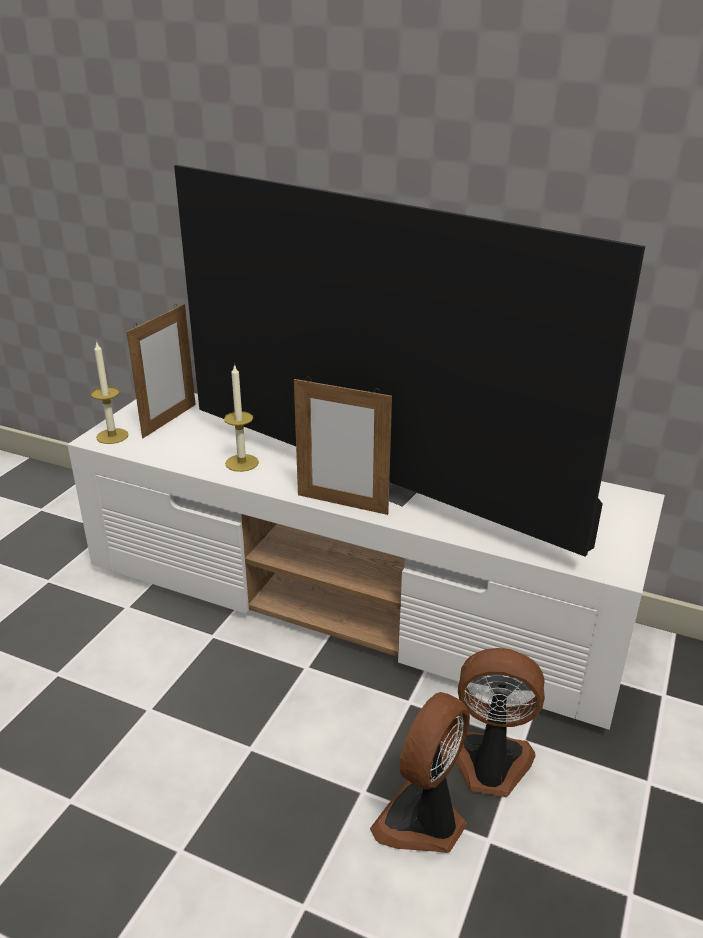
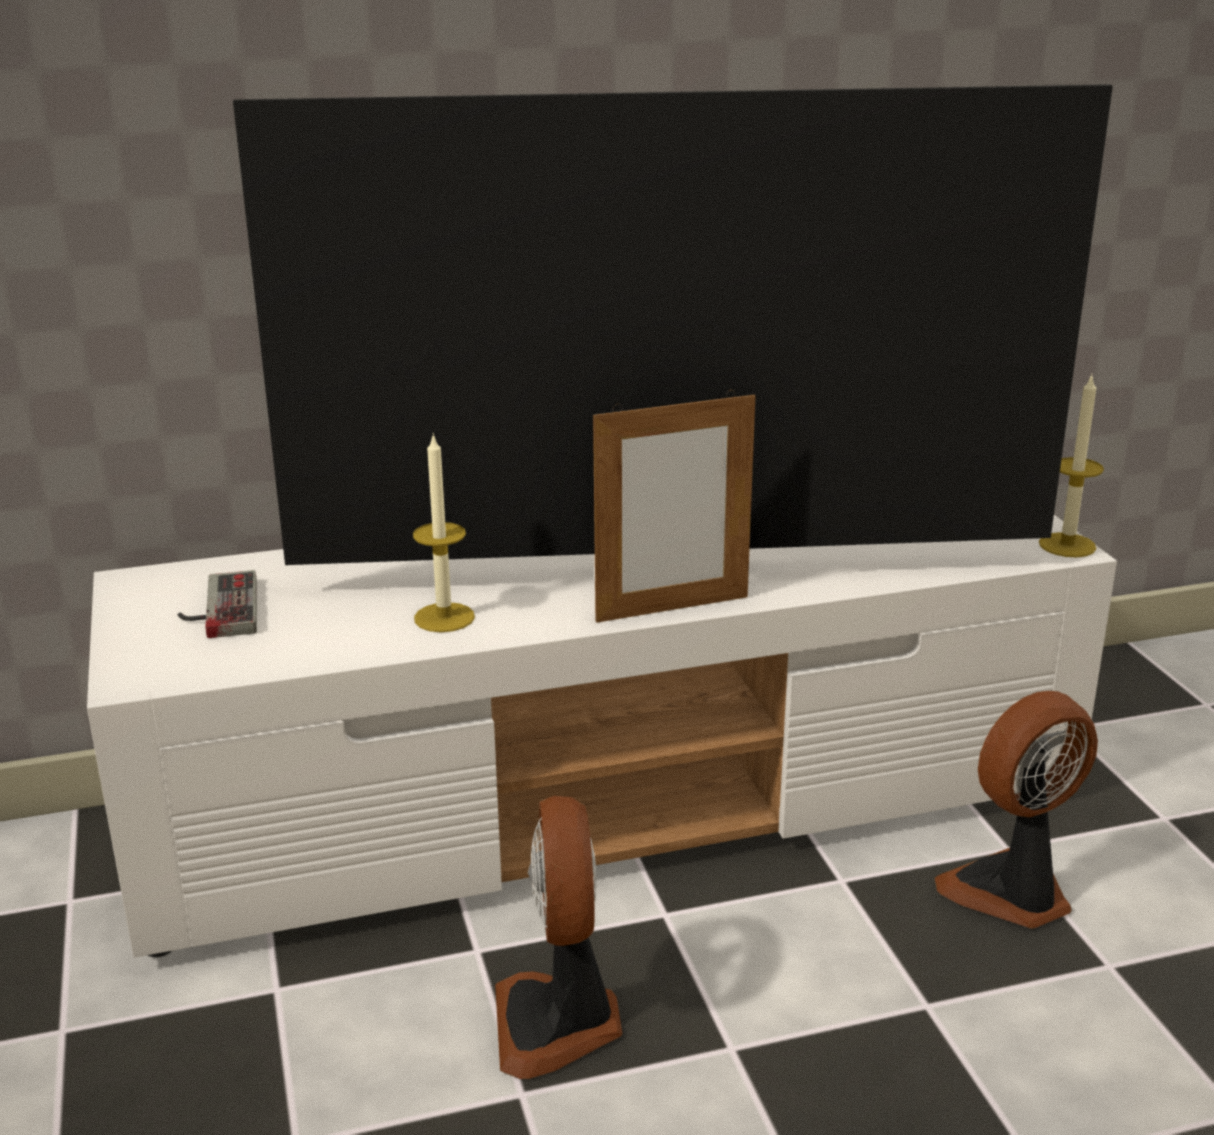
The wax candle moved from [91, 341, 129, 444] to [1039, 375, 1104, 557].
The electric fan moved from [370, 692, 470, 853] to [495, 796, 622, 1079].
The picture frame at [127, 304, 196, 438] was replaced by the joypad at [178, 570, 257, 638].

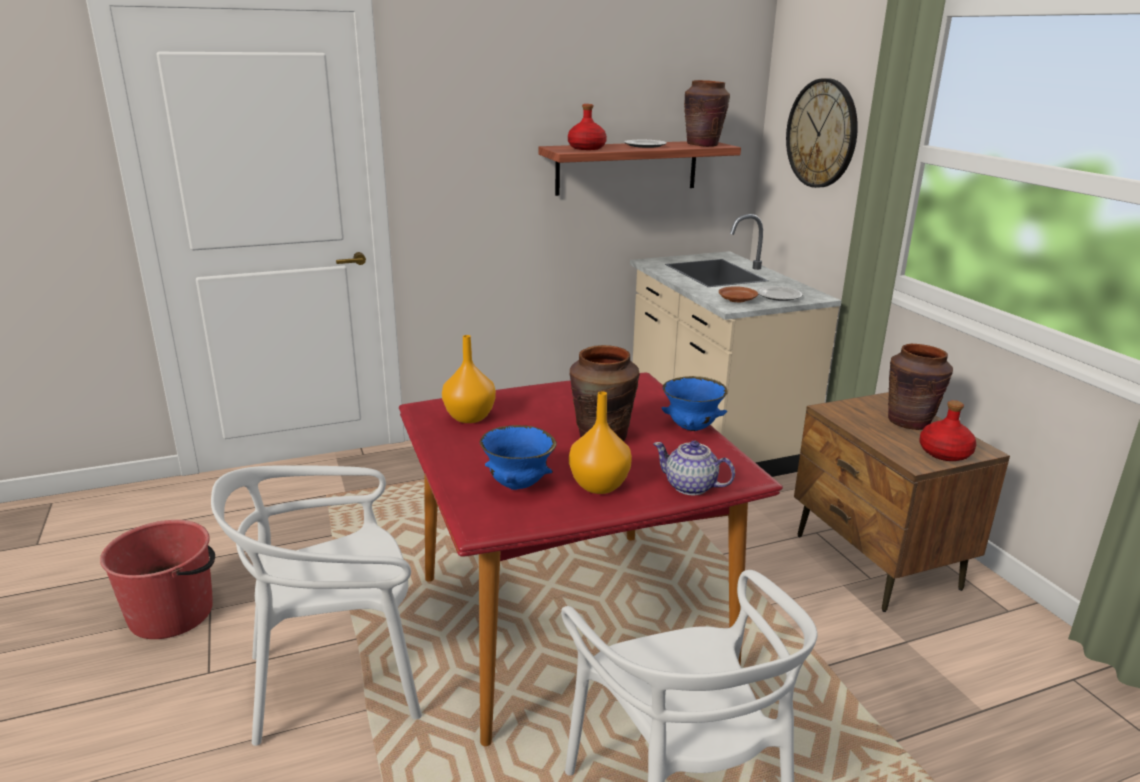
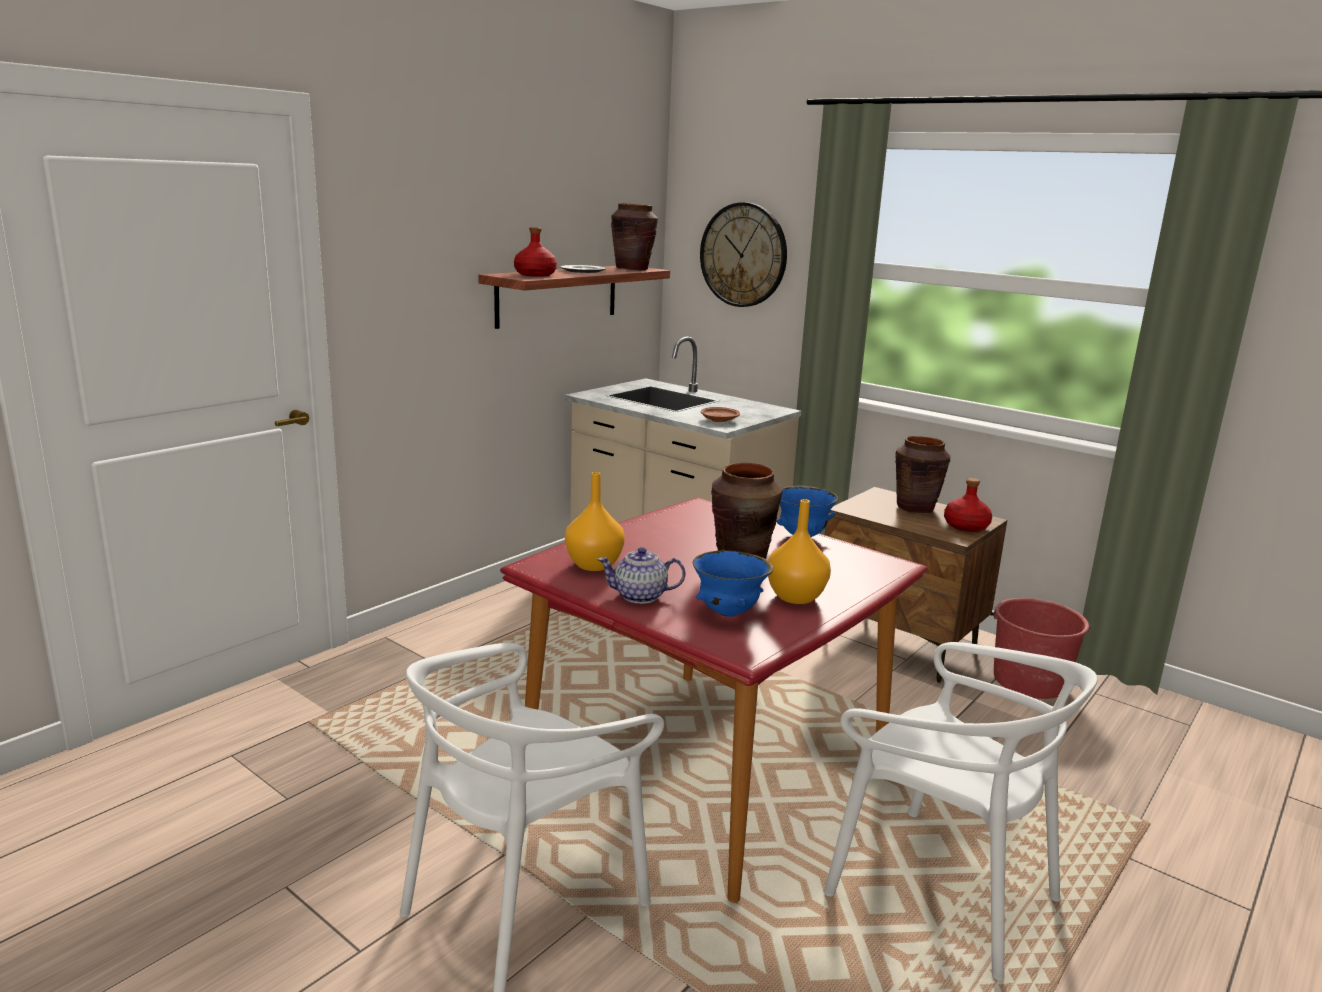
The plate at [756, 286, 802, 301] disappeared.
The red-coloured water bucket moved from [100, 520, 215, 639] to [990, 598, 1091, 699].
The tea pot moved from [653, 441, 735, 495] to [597, 547, 686, 604].

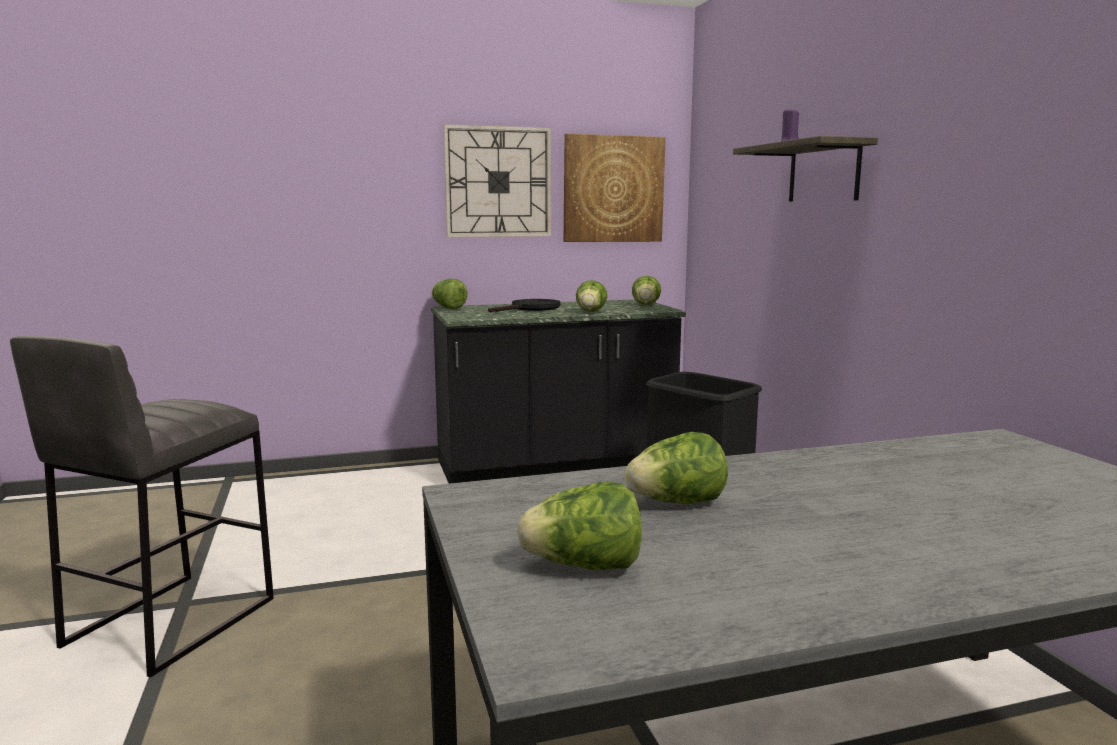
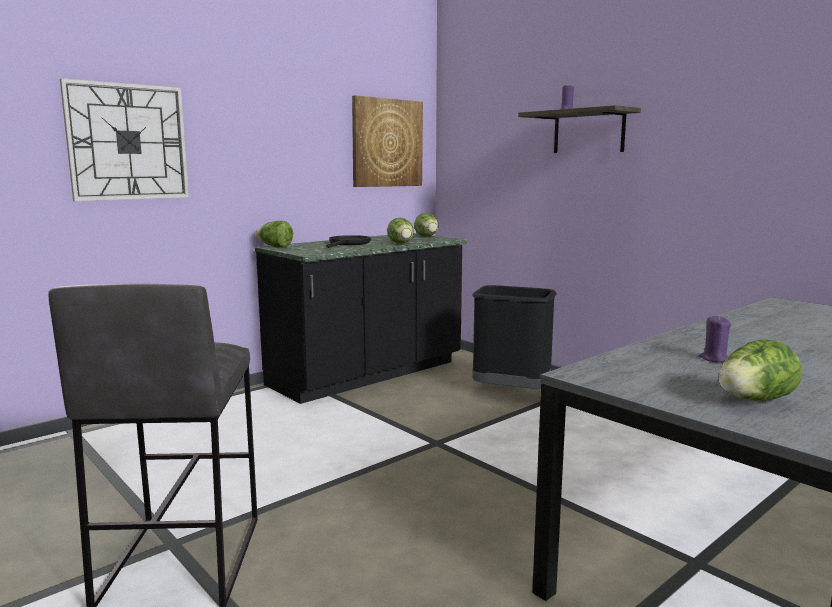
The clock on the wall moved from [443, 124, 551, 237] to [60, 78, 189, 201].
The lettuce at [624, 432, 728, 504] was replaced by the purple-coloured wax candle at [699, 316, 731, 363].

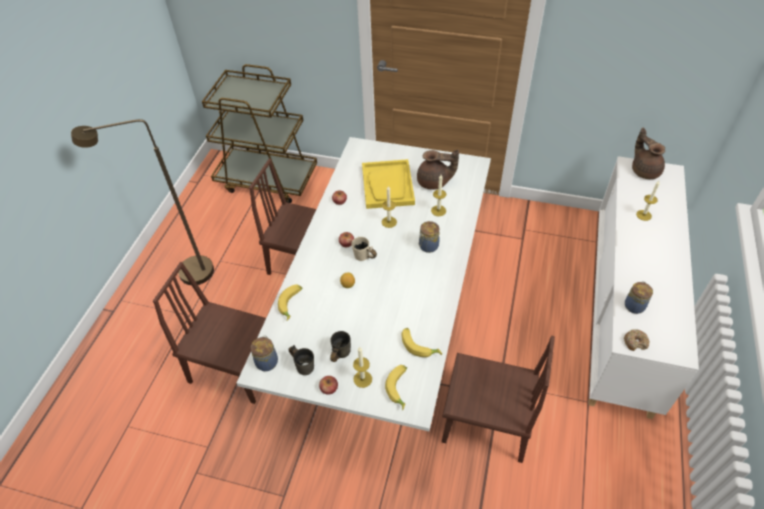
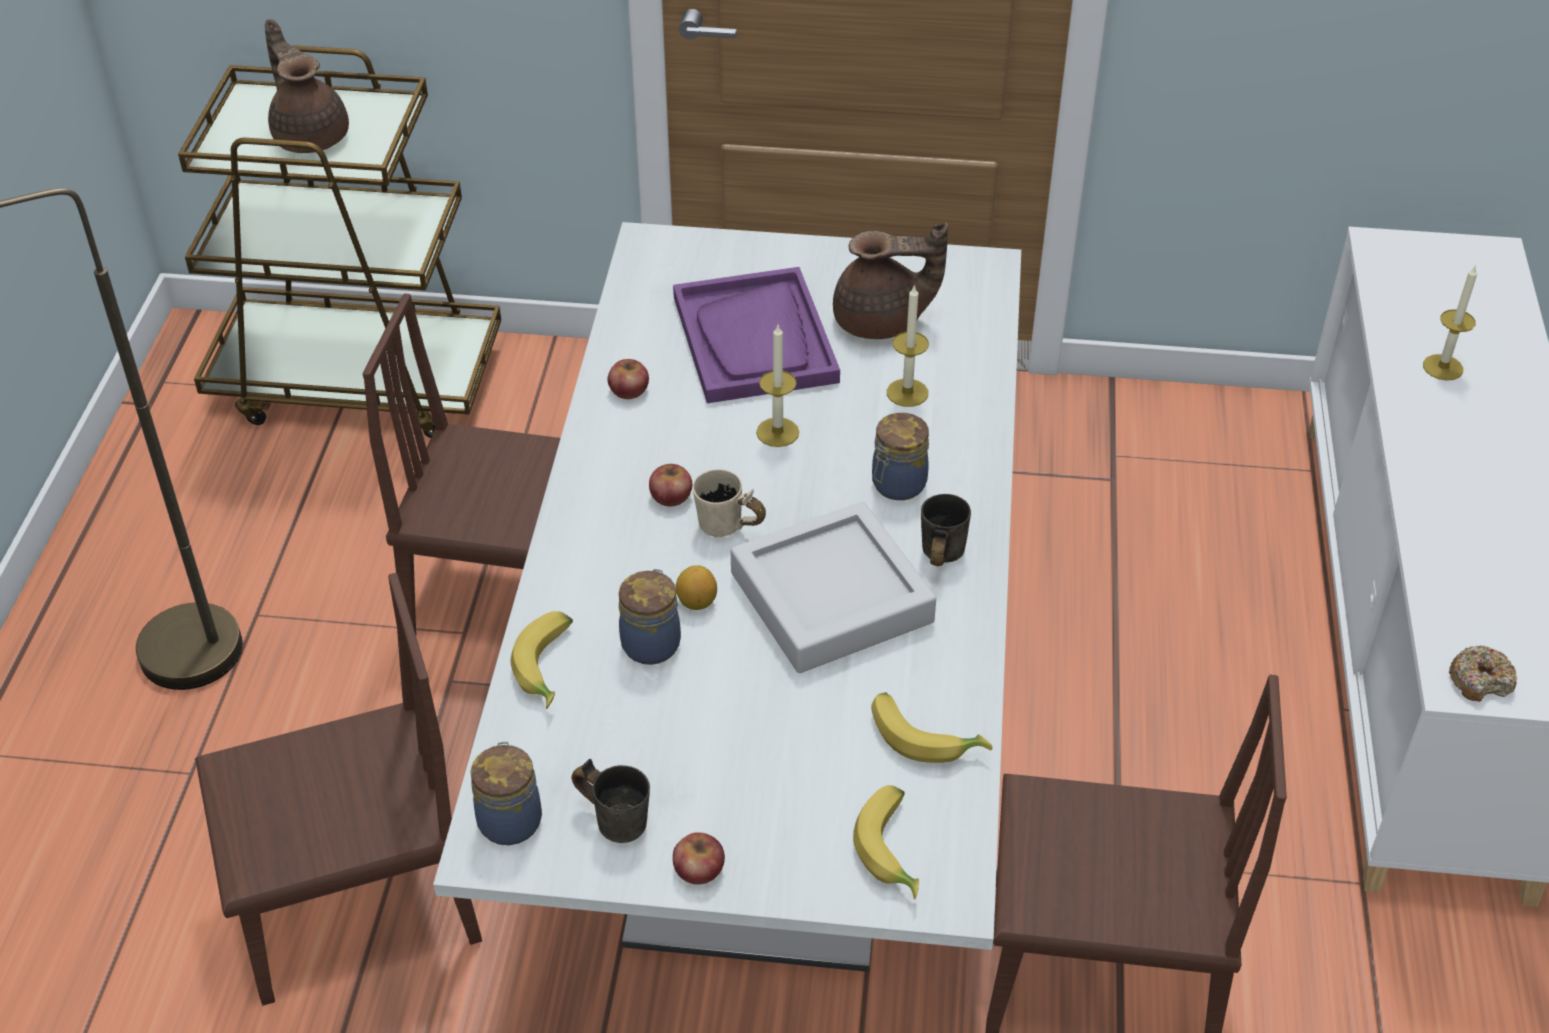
The wax candle at [353, 347, 372, 388] disappeared.
The grey tray at [731, 502, 936, 673] appeared.
The grey coffee mug moved from [330, 331, 351, 362] to [921, 494, 971, 566].
The storage jar moved from [625, 281, 653, 314] to [619, 569, 681, 665].
The brown tea pot moved from [632, 128, 665, 179] to [265, 19, 349, 153].
The yellow-coloured tray at [362, 159, 415, 209] became the purple-coloured tray at [673, 267, 840, 403].
The brown chair at [153, 262, 266, 404] turned 150 degrees clockwise.

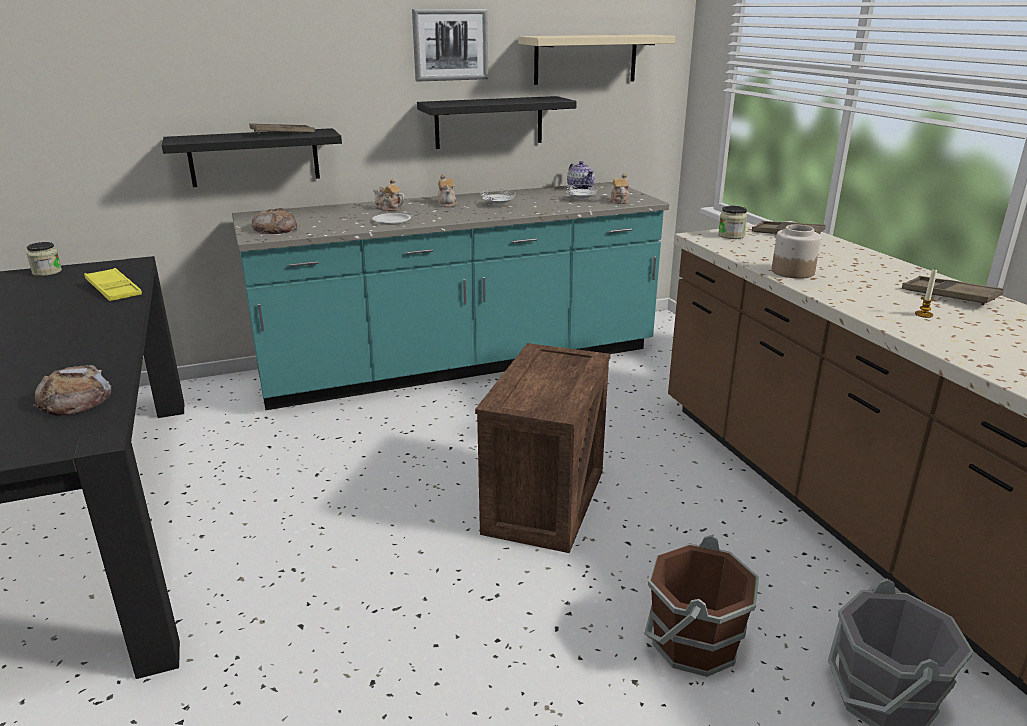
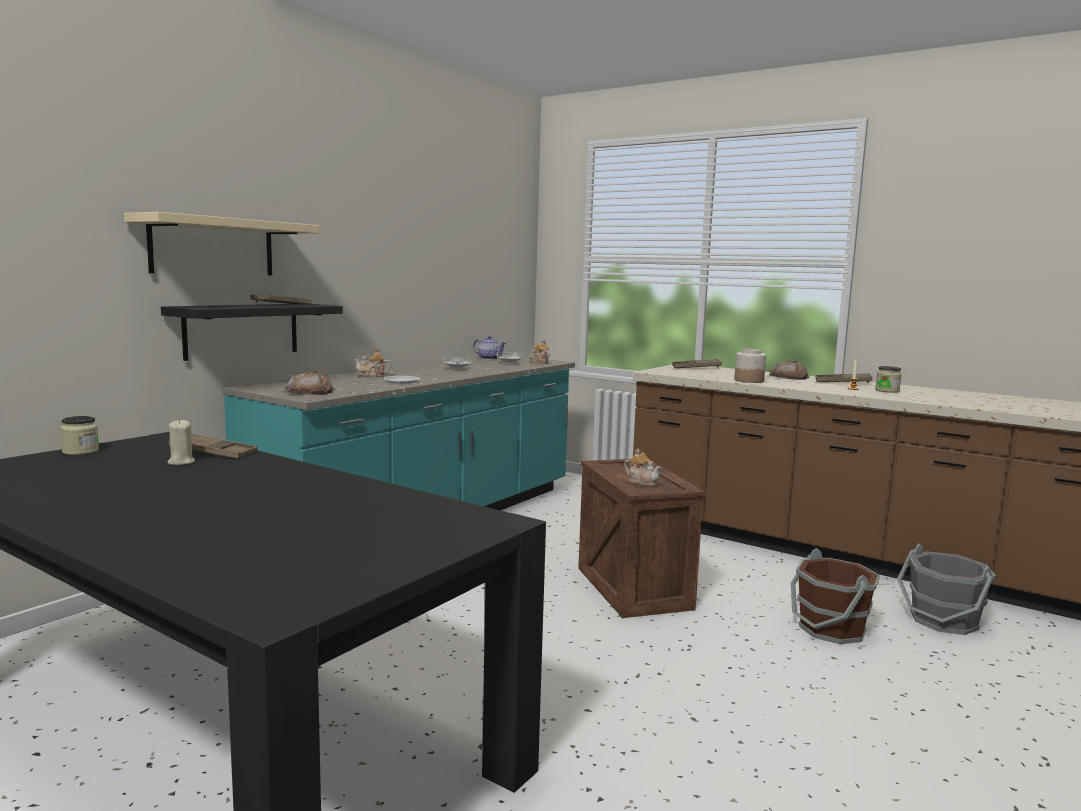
The wall art at [412, 9, 488, 81] disappeared.
The black bracket shelf at [417, 96, 577, 149] disappeared.
The sand-coloured wax candle at [167, 419, 195, 465] appeared.
The baked bread moved from [33, 365, 111, 416] to [769, 360, 810, 380].
The tea pot moved from [438, 174, 457, 207] to [624, 448, 661, 486].
The sand-coloured bracket shelf moved from [519, 34, 675, 85] to [124, 212, 320, 275].
The storage jar moved from [718, 206, 747, 239] to [875, 366, 902, 393].
The yellow-coloured tray at [84, 268, 142, 301] became the brown tray at [168, 434, 258, 458].

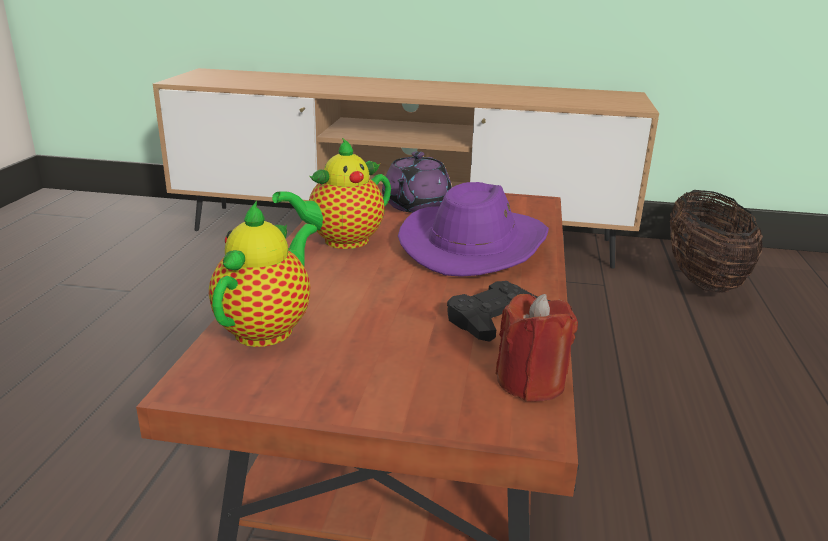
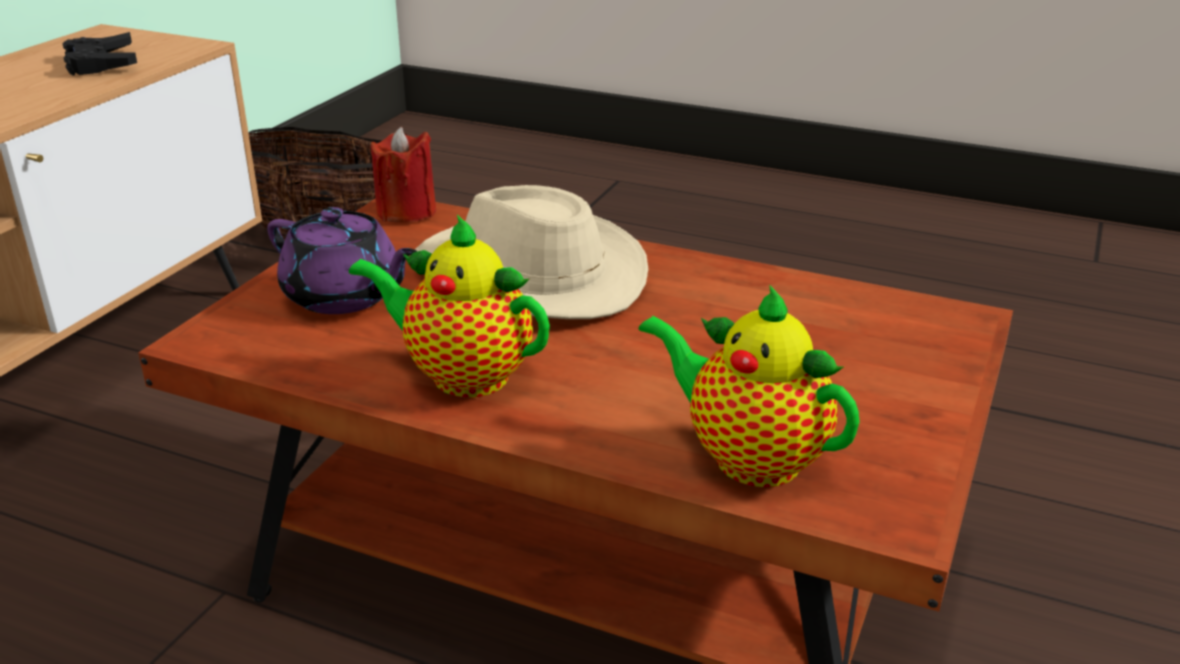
The black joypad moved from [447, 281, 551, 342] to [63, 32, 137, 76].
The red-coloured wax candle moved from [496, 294, 578, 402] to [371, 127, 436, 223].
The purple-coloured hat at [398, 182, 549, 277] became the sand-coloured hat at [415, 185, 648, 319].
The tea pot at [272, 138, 391, 249] turned 135 degrees clockwise.

